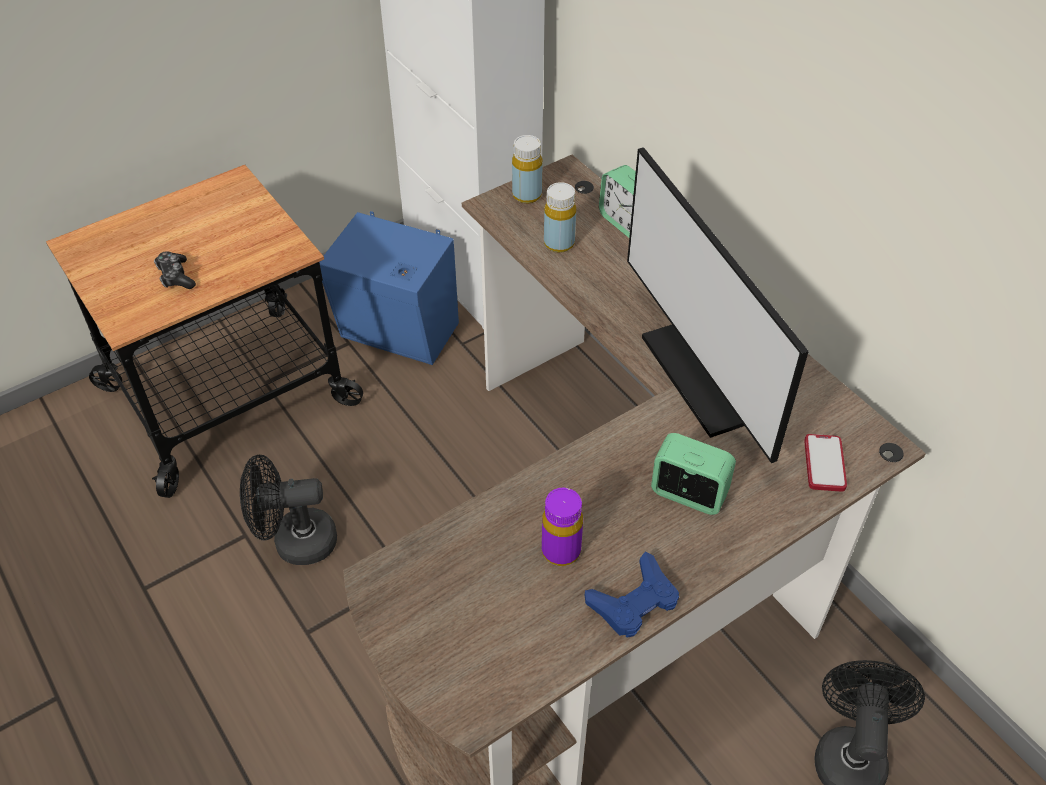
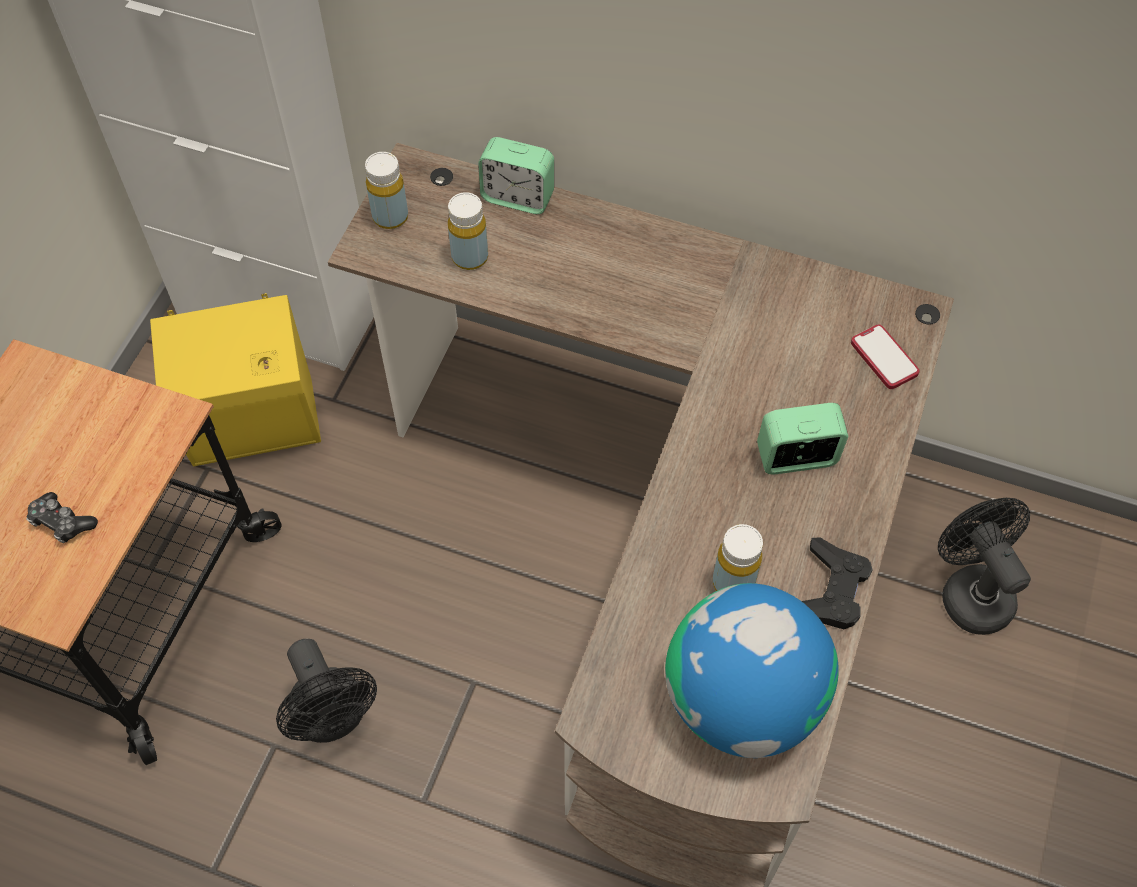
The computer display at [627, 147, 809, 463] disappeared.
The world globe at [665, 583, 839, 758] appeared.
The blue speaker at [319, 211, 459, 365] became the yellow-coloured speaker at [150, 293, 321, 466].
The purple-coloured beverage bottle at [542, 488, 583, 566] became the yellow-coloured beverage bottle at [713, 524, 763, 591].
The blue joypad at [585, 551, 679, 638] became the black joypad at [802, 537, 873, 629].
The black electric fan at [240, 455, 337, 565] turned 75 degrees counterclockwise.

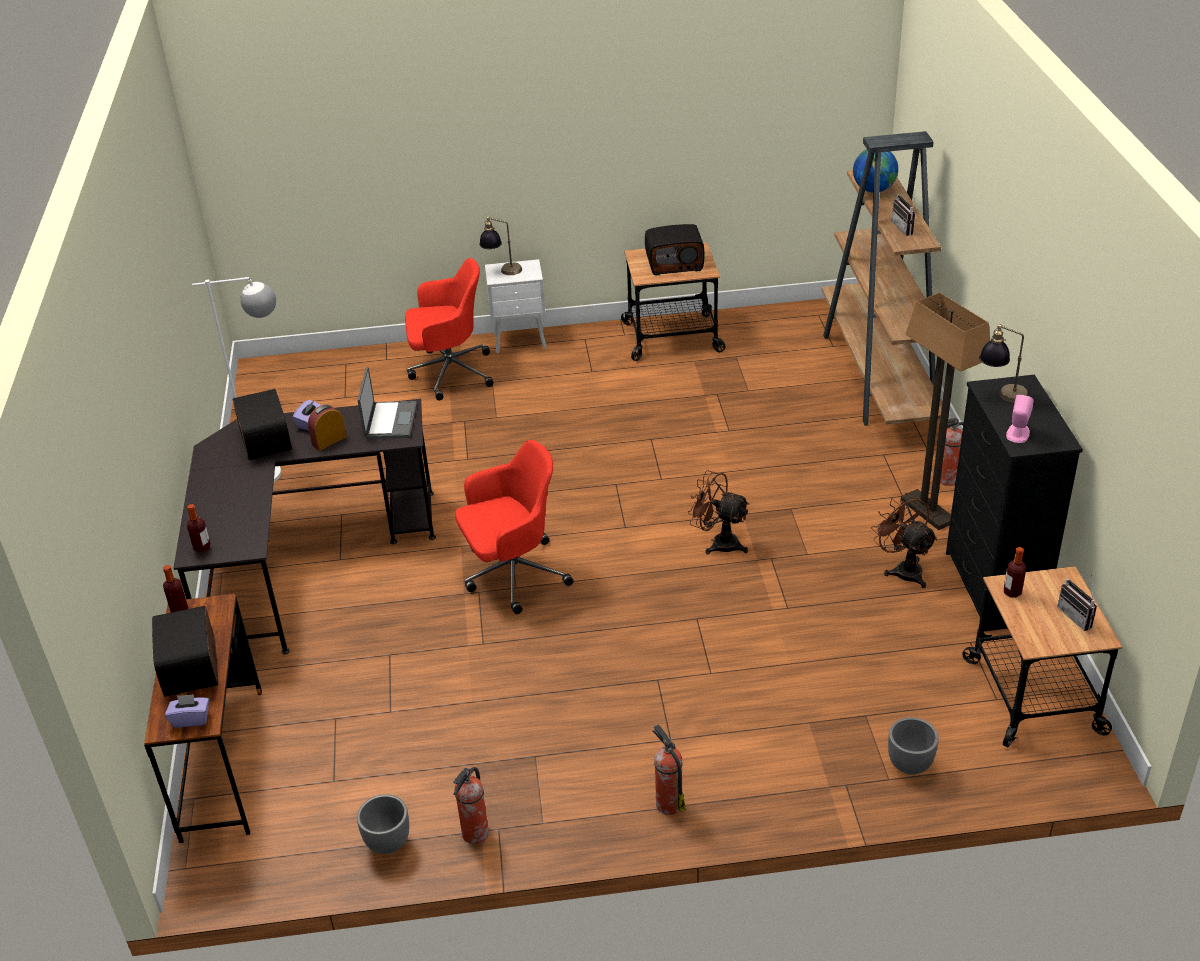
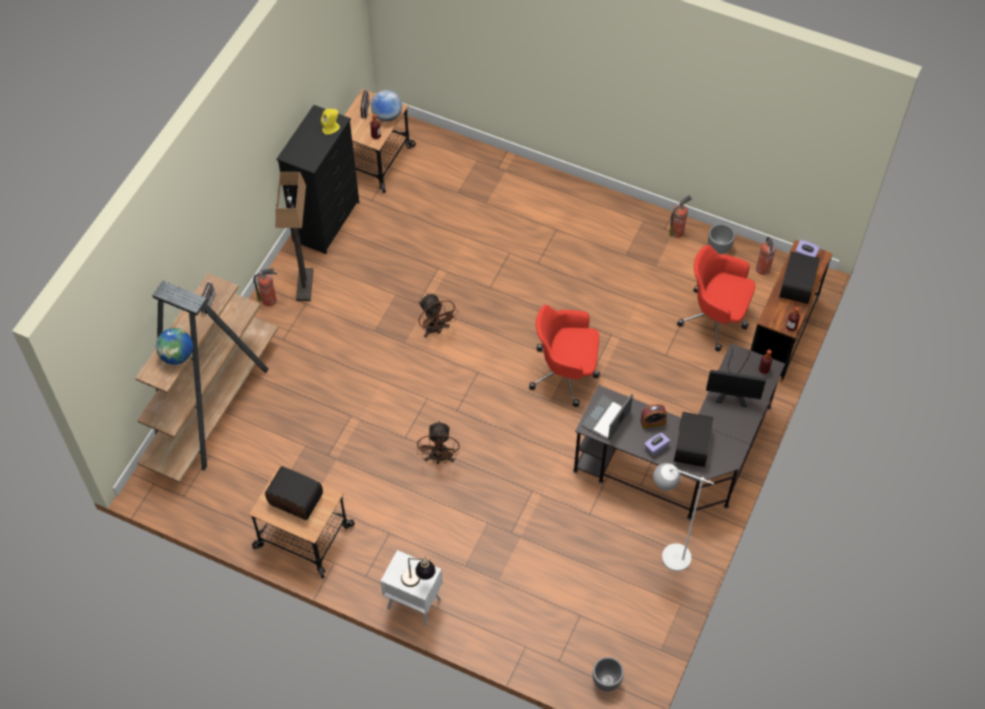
The tabletop lamp at [979, 324, 1028, 403] disappeared.
The world globe at [371, 90, 402, 122] appeared.
The computer display at [706, 348, 766, 407] appeared.
The red-coloured office chair moved from [405, 258, 493, 400] to [677, 245, 755, 352].
The extinguisher moved from [652, 724, 686, 815] to [756, 237, 776, 275].
The brown electric fan moved from [871, 493, 937, 588] to [417, 421, 460, 464].
The grey plant pot moved from [888, 717, 939, 775] to [593, 657, 624, 692].
The pink-coloured speaker at [1006, 395, 1034, 443] became the yellow-coloured speaker at [321, 109, 340, 135].

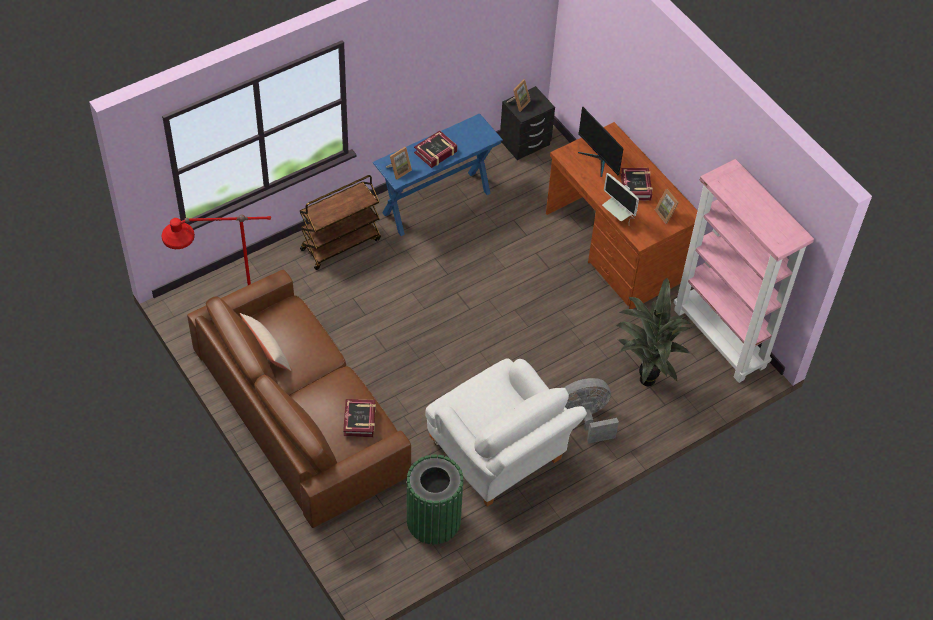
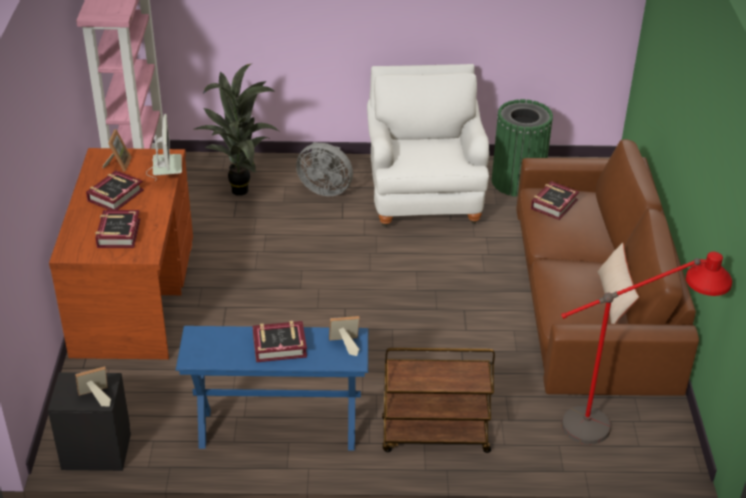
The computer display at [578, 107, 624, 177] was replaced by the book at [95, 210, 140, 248].

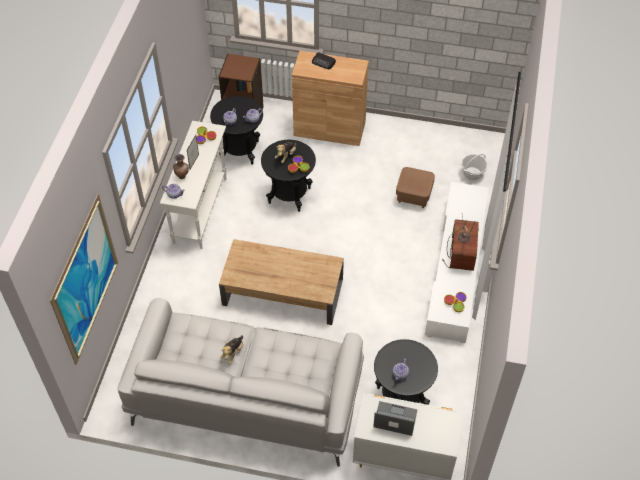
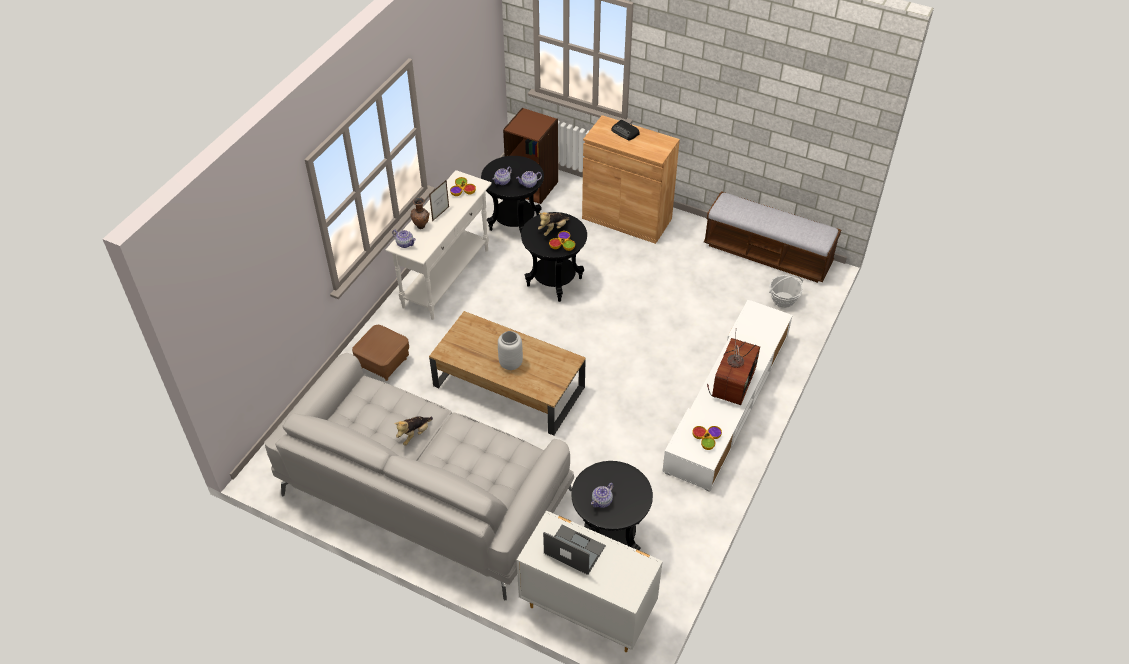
The wall art at [50, 193, 118, 365] disappeared.
The grey vase at [498, 331, 523, 370] appeared.
The bench at [704, 191, 841, 283] appeared.
The brown ottoman moved from [396, 167, 435, 208] to [352, 325, 409, 381].

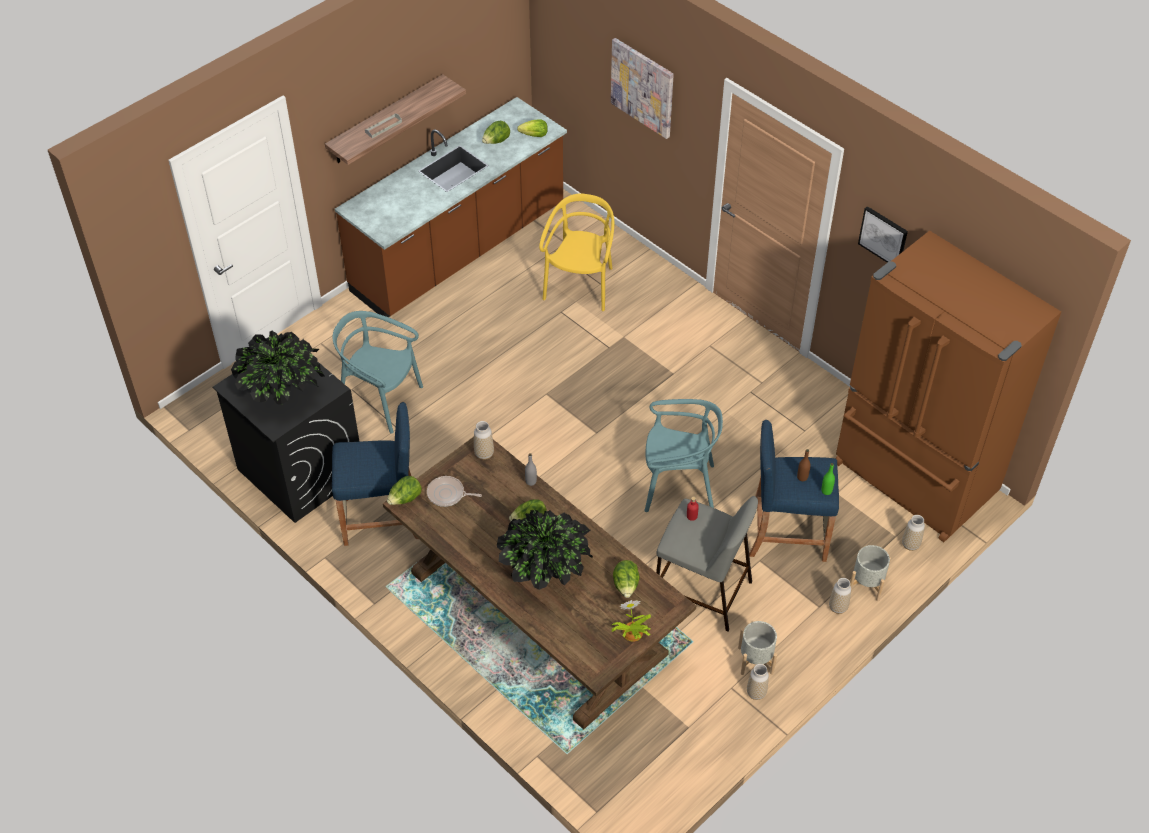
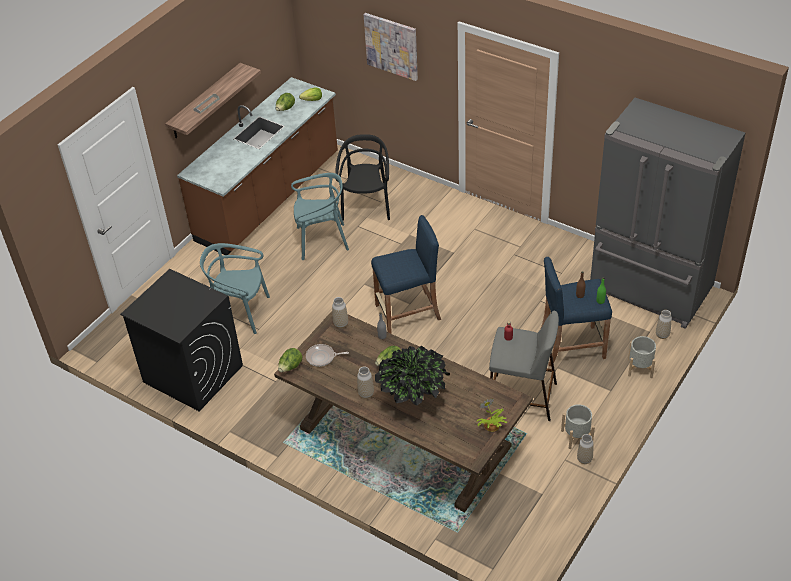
The plant in a pot at [231, 331, 324, 405] disappeared.
The lettuce at [613, 560, 640, 598] disappeared.
The wall art at [858, 206, 908, 263] disappeared.
The blue sitting stool moved from [332, 402, 418, 546] to [371, 215, 441, 334].
The turquoise chair moved from [644, 399, 723, 512] to [291, 173, 349, 260].
The vase moved from [829, 578, 851, 614] to [357, 366, 374, 399].
The yellow-coloured chair at [539, 193, 614, 311] became the black chair at [335, 134, 390, 220].
The brown refrigerator at [835, 230, 1061, 542] became the grey refrigerator at [590, 98, 745, 329].

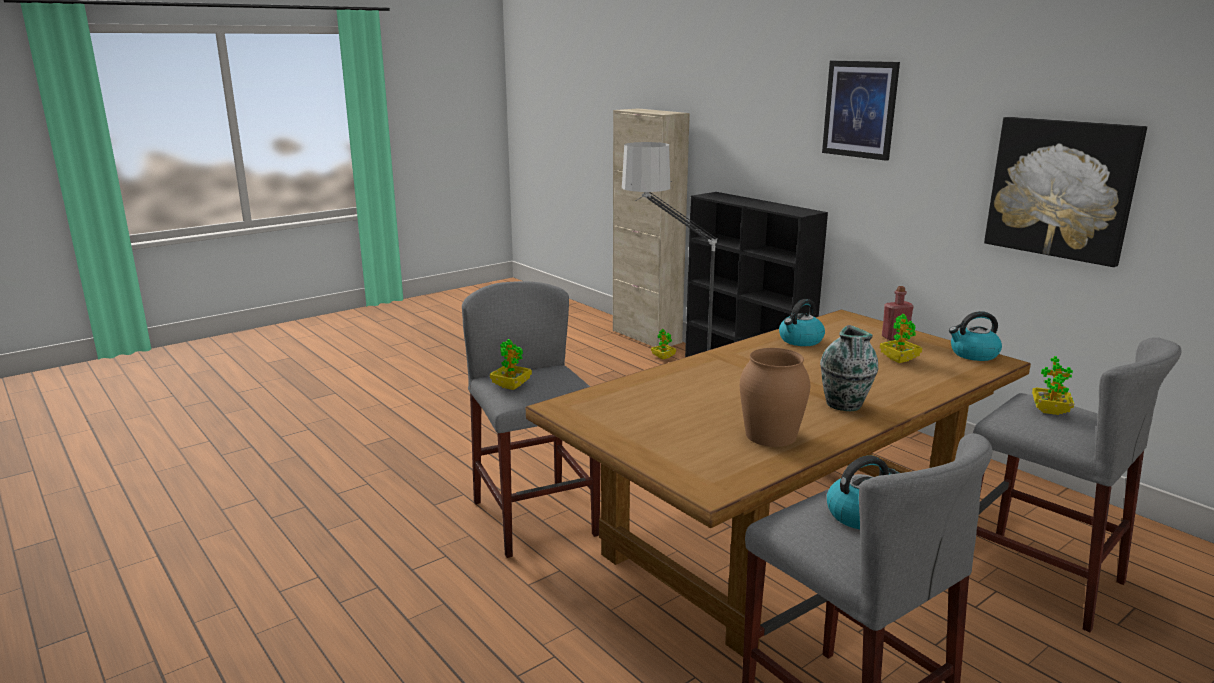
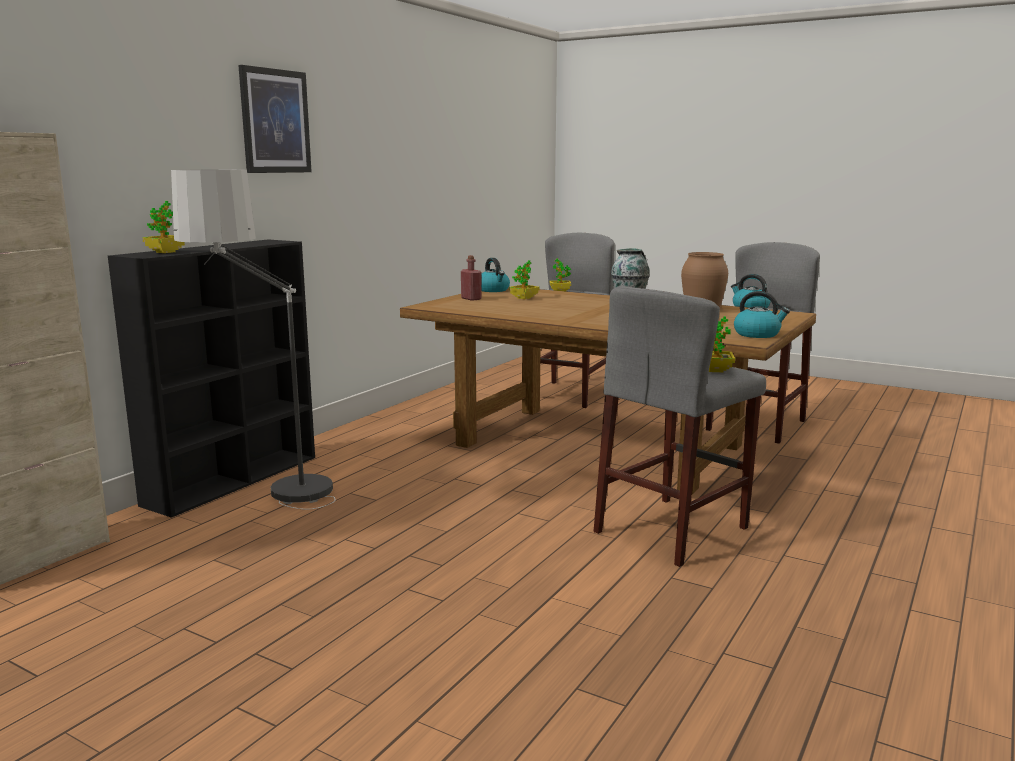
The wall art at [984, 117, 1147, 267] disappeared.
The plant in a pot moved from [651, 329, 676, 359] to [142, 201, 185, 253].
The kettle moved from [779, 299, 825, 346] to [734, 291, 790, 338].

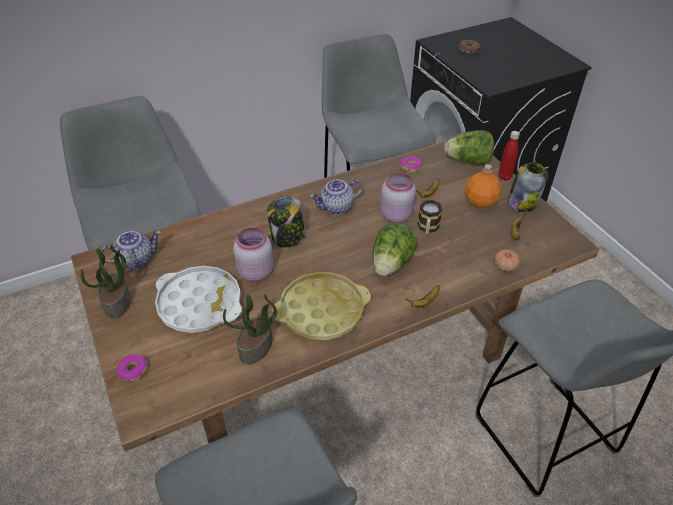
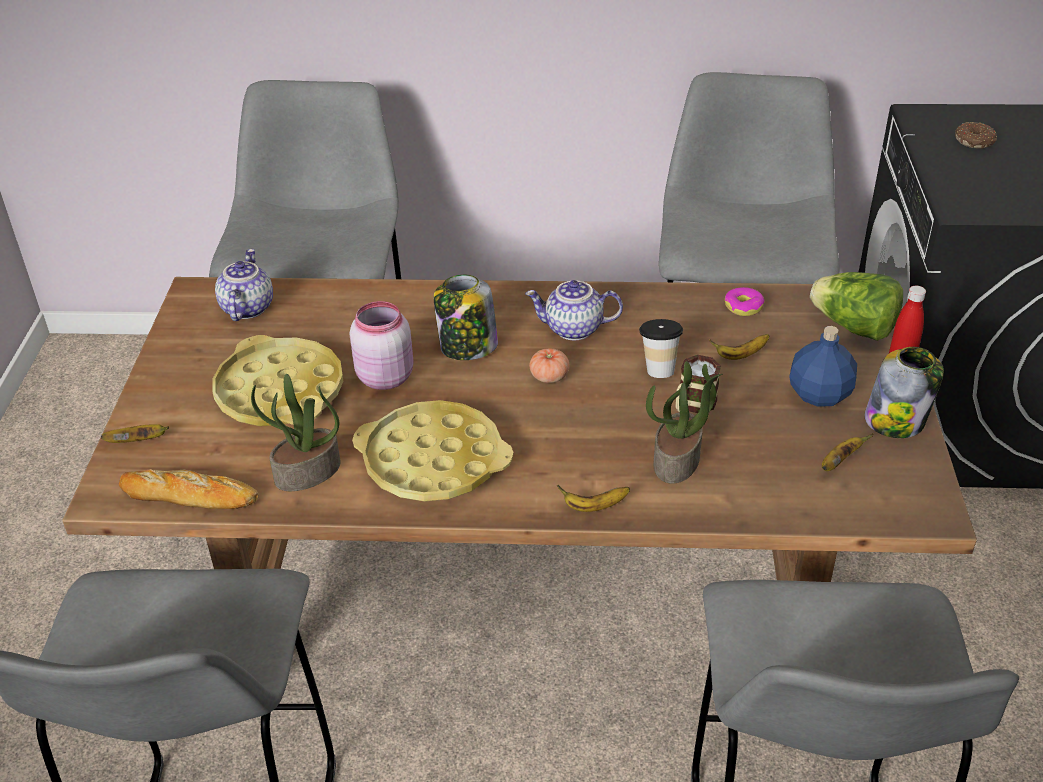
The lettuce at [373, 223, 418, 276] disappeared.
The baked bread at [119, 469, 259, 509] appeared.
The plant in a pot moved from [81, 245, 131, 319] to [646, 361, 723, 484].
The whole tomato moved from [494, 250, 520, 272] to [529, 348, 570, 383].
The donut at [117, 354, 147, 382] was replaced by the banana fruit at [101, 424, 169, 443].
The pink-coloured storage jar at [380, 173, 416, 223] was replaced by the small cup at [639, 319, 683, 378].
The white-coloured tray at [155, 266, 242, 333] became the yellow-coloured tray at [212, 335, 343, 426].
The orange beverage bottle at [465, 164, 502, 208] became the blue beverage bottle at [789, 326, 857, 407].
The tea pot at [101, 231, 161, 269] turned 90 degrees counterclockwise.

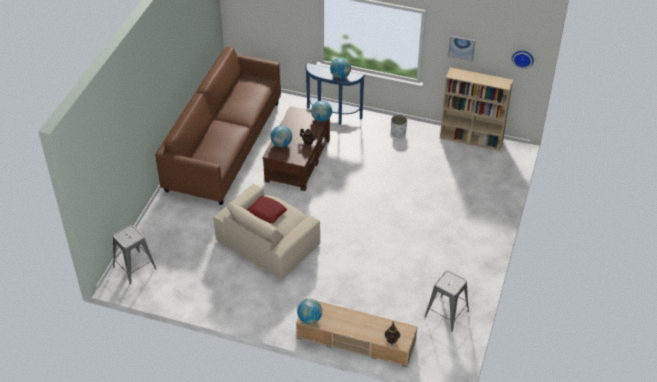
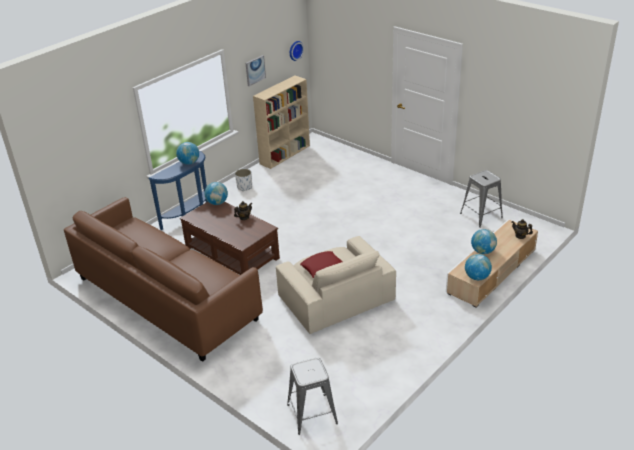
The world globe moved from [271, 125, 292, 147] to [471, 229, 497, 254].

